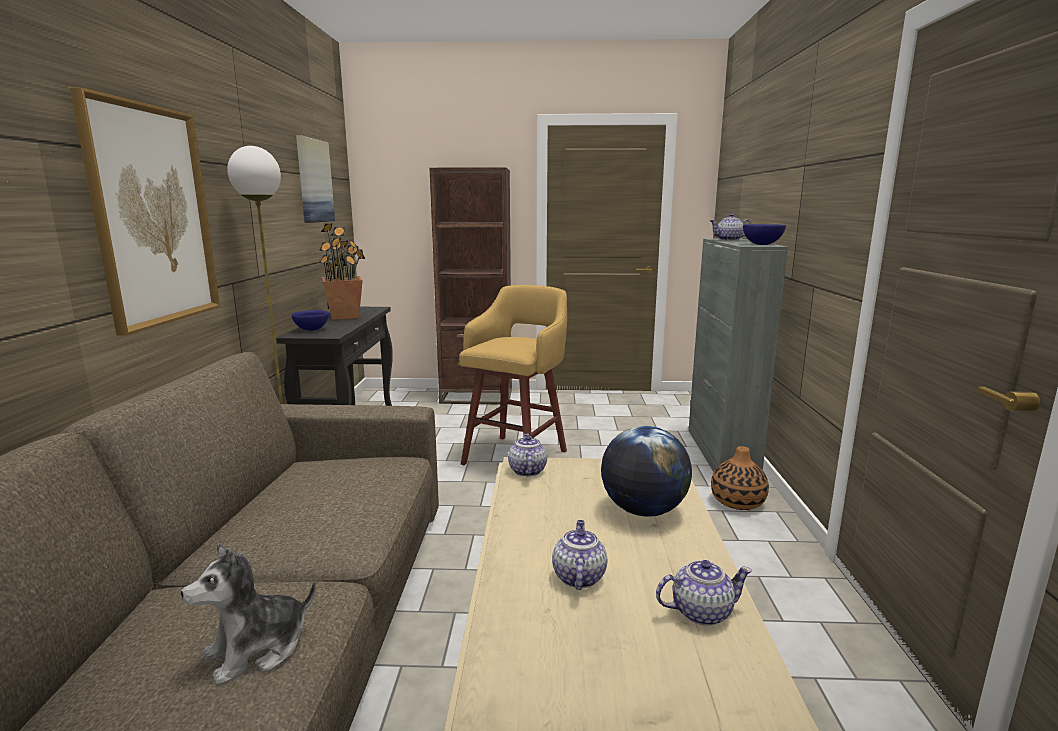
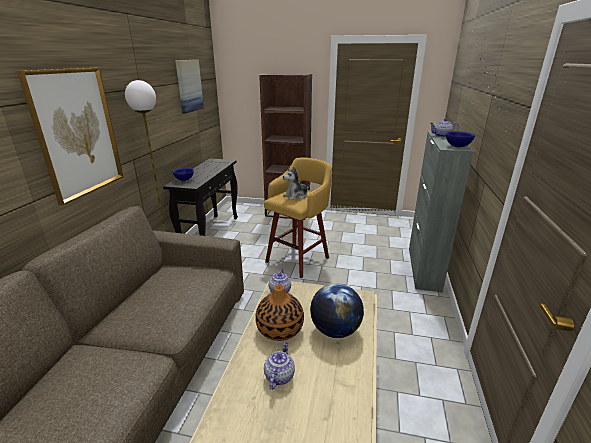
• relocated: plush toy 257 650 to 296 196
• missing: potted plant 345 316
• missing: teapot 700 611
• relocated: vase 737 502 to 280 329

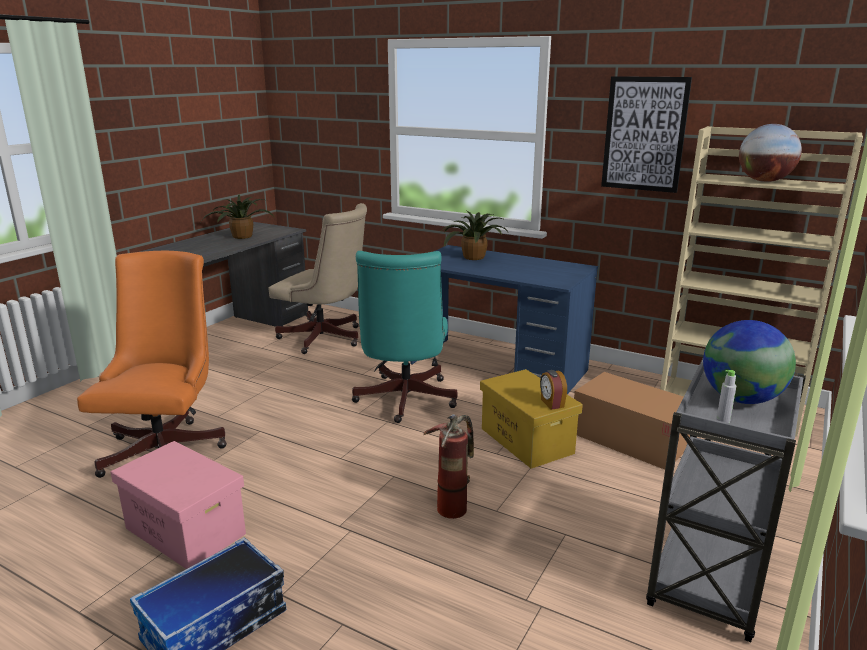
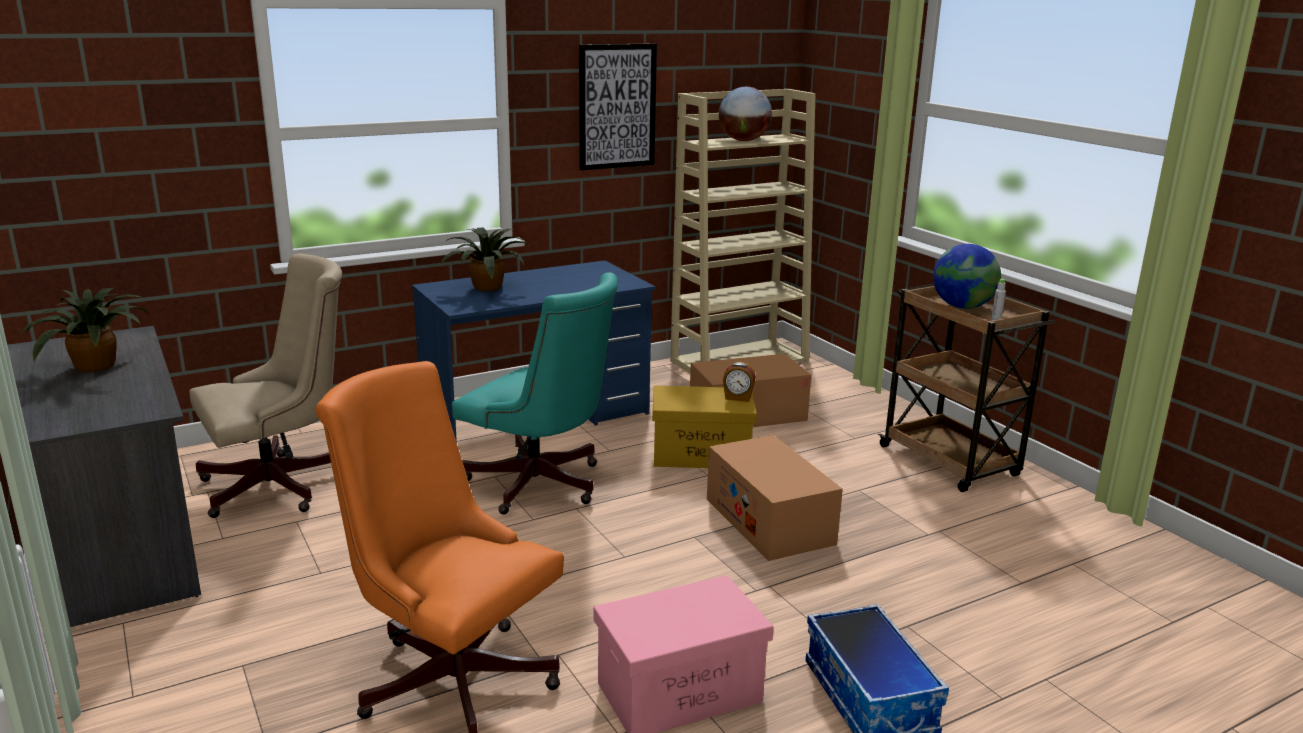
• exchanged: fire extinguisher 453 502 to cardboard box 769 521
• colour: grey cart 709 580 to brown cart 950 462

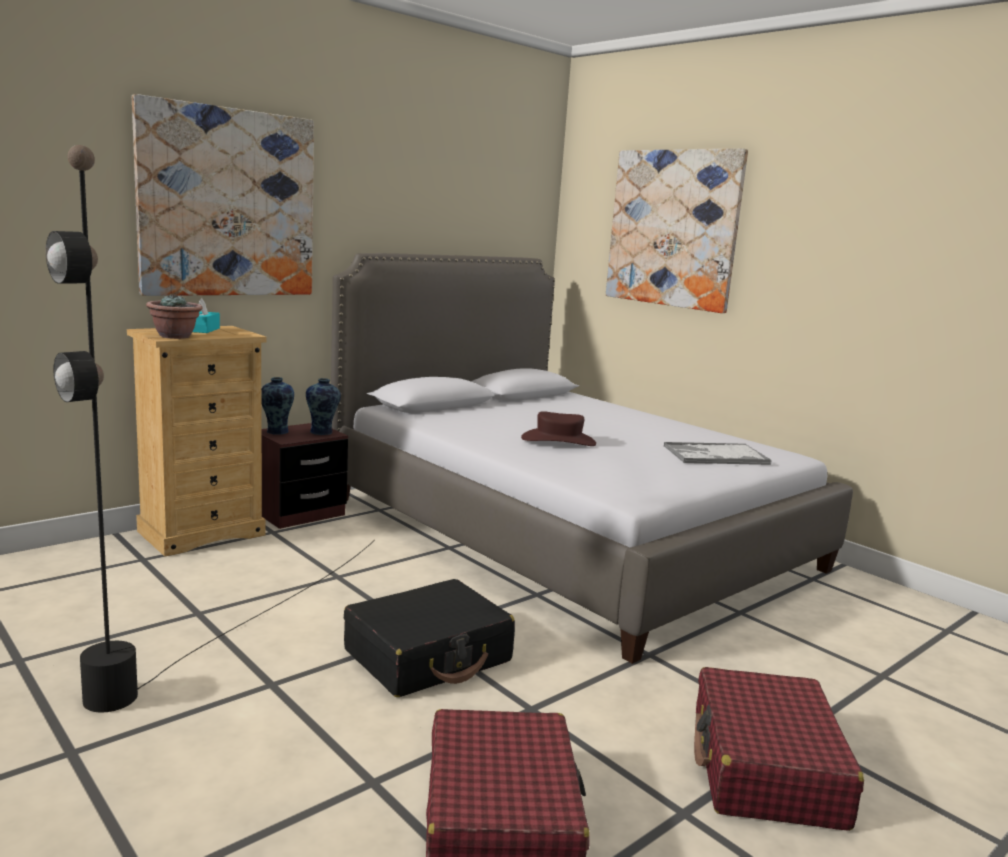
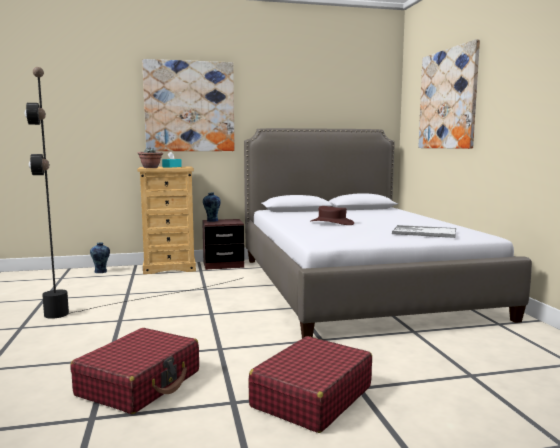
• relocated: vase 322 432 to 101 272
• missing: black suitcase 428 656

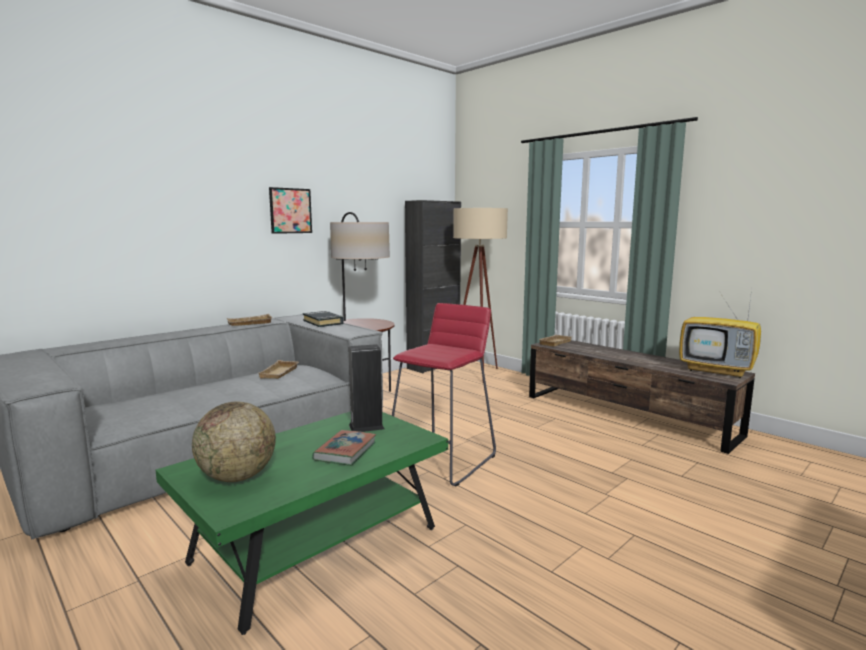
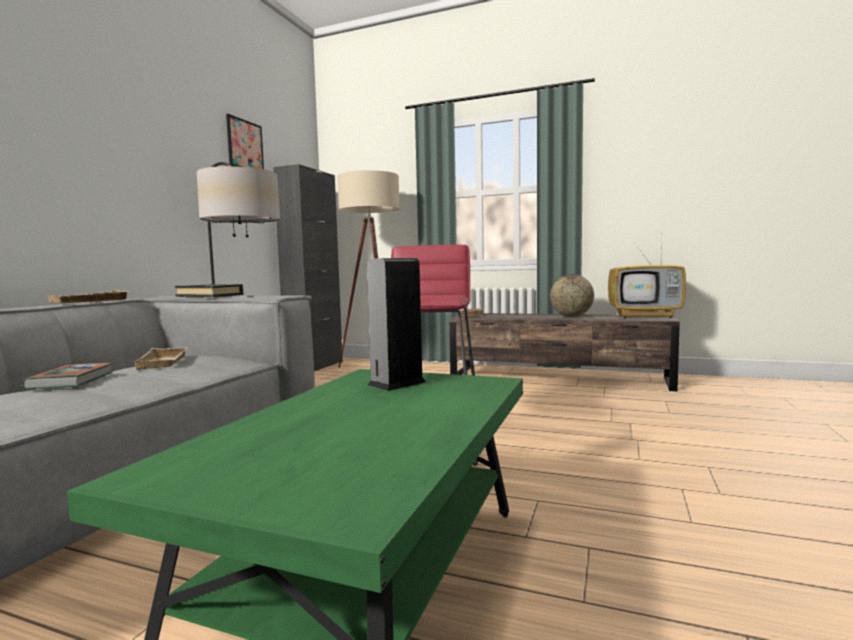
• relocated: globe 237 477 to 571 316
• relocated: picture 290 210 to 245 145
• relocated: book 345 451 to 71 381

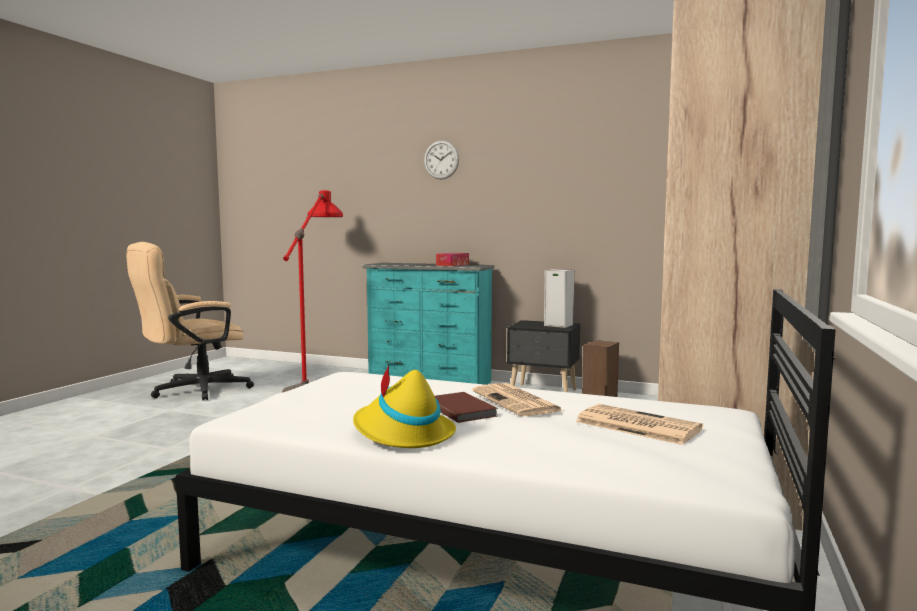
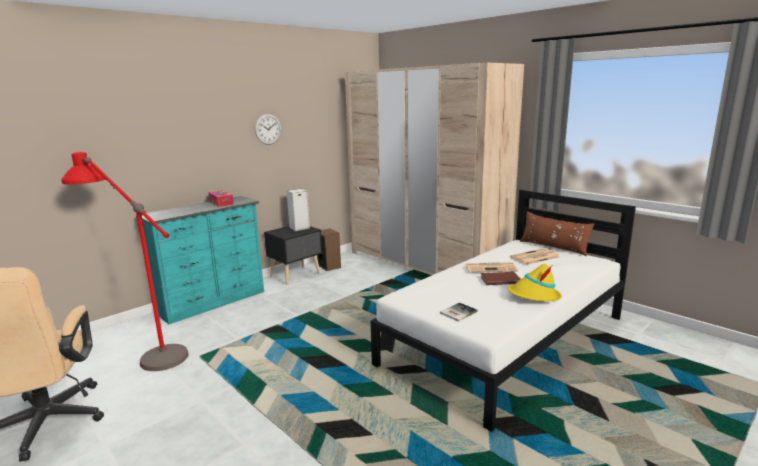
• relocated: wall clock 441 160 to 268 129
• appeared: book 457 312
• appeared: brown pillow 553 247

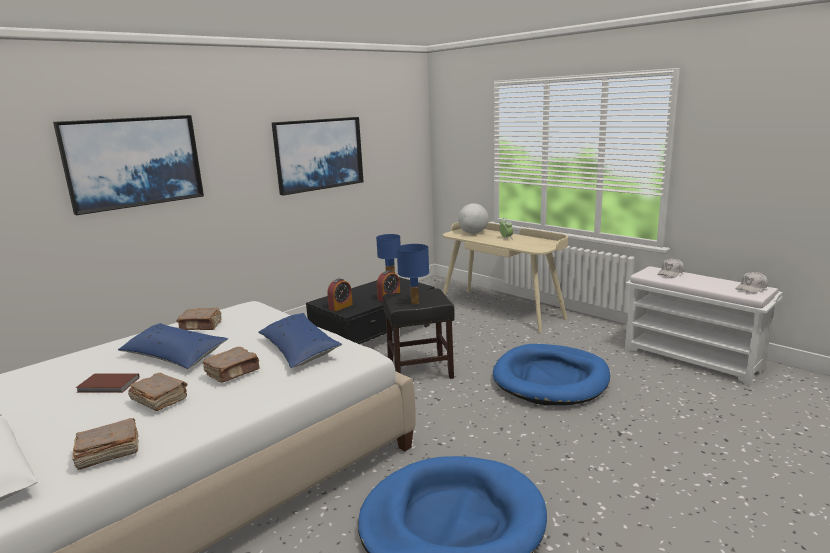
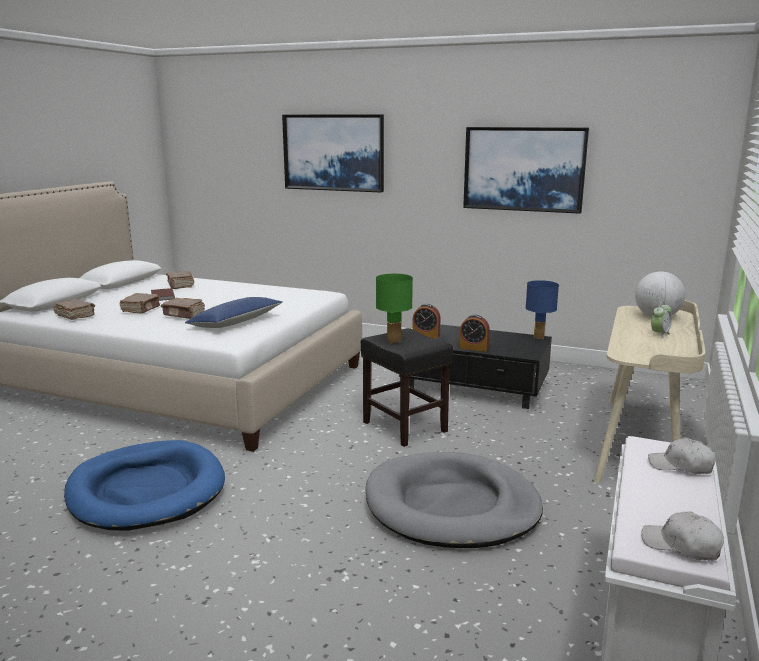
• missing: blue pillow 174 356
• relocated: brown book 201 326 to 180 285
• colour: blue table lamp 414 302 to green table lamp 394 341
• colour: blue dog bed 551 379 to grey dog bed 451 506

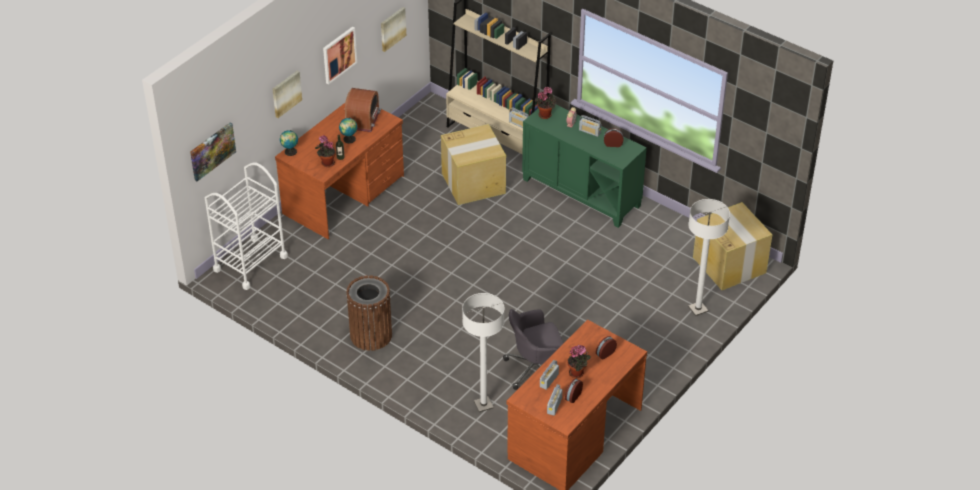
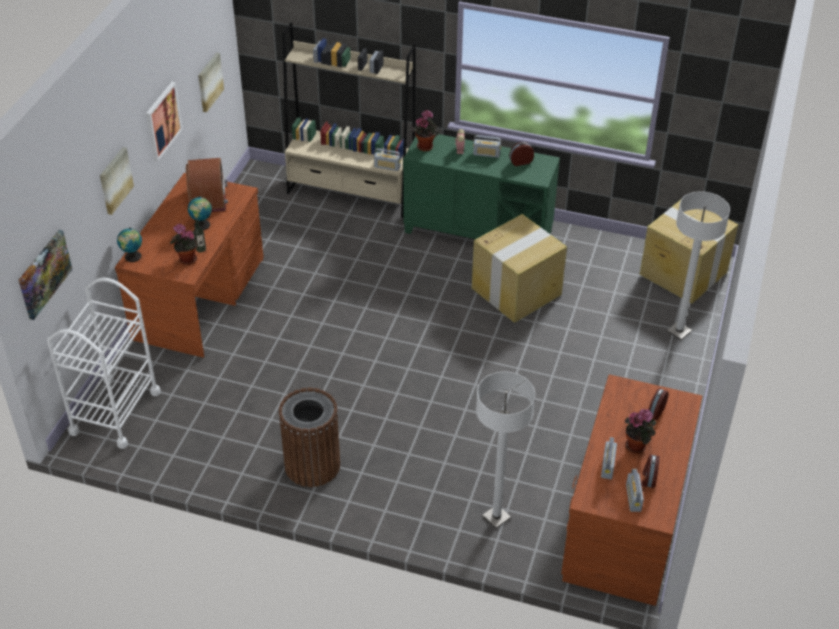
• relocated: cardboard box 474 183 to 517 291
• missing: grey office chair 536 369

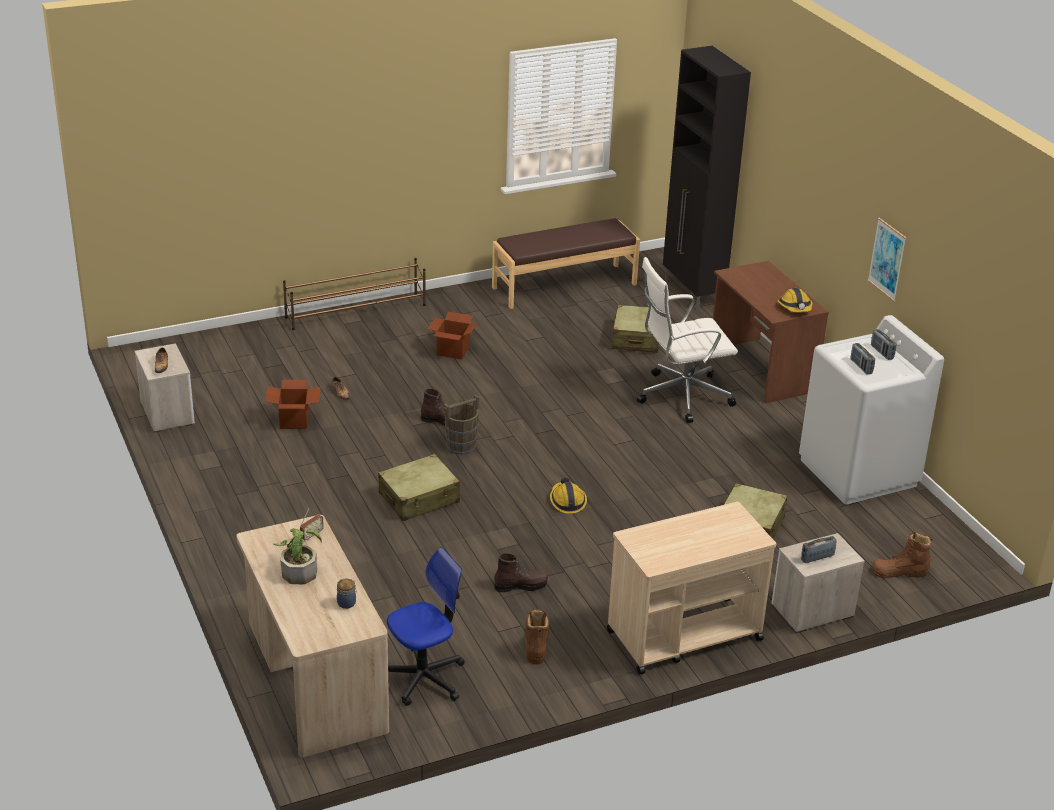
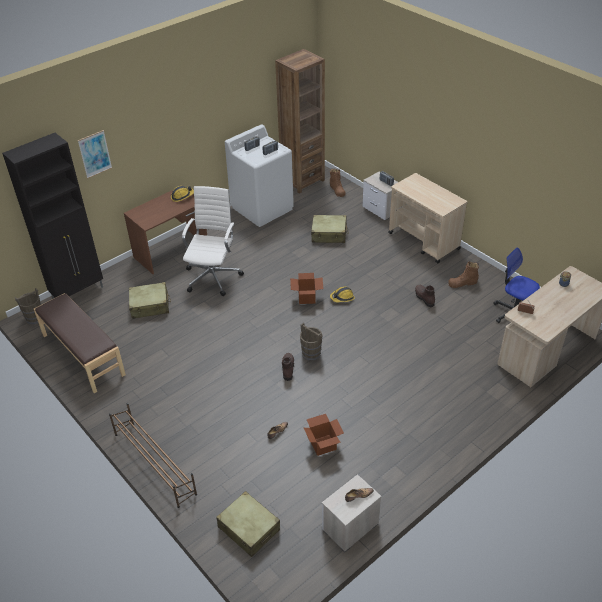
• missing: potted plant 299 570
• relocated: beige suitcase 419 498 to 249 528
• relocated: cardboard box 453 351 to 306 298
• spun: white office chair 681 396 = 213 276 135 degrees counterclockwise
• relocated: picture 887 259 to 95 154
• appeared: brown bucket 34 318
• appeared: brown bookcase 302 181

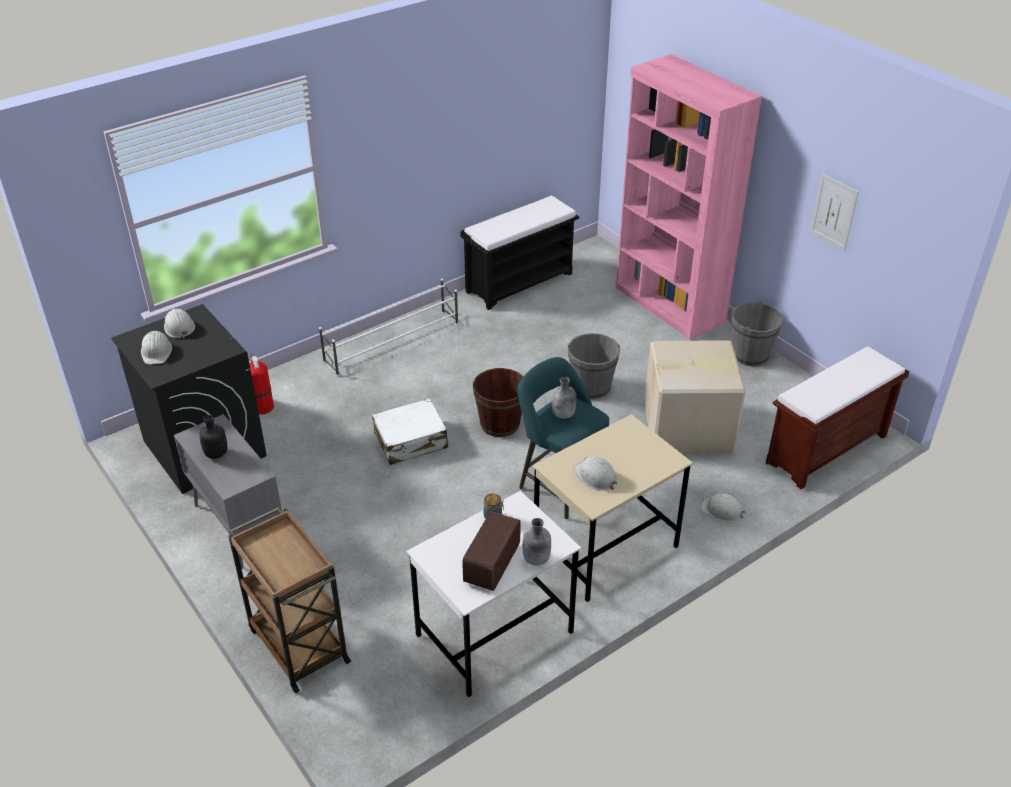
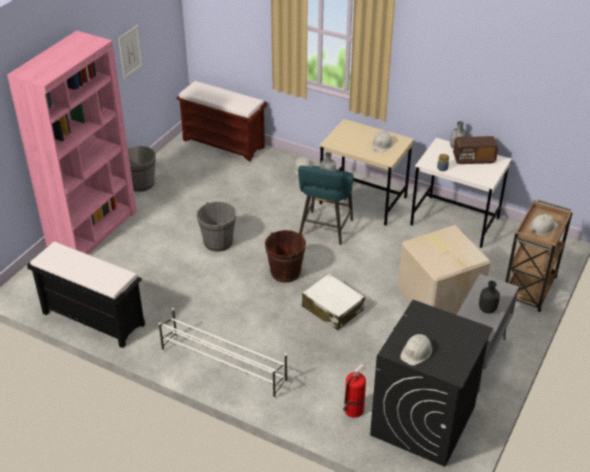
• relocated: white hard hat 156 351 to 542 227
• relocated: cardboard box 689 428 to 439 297

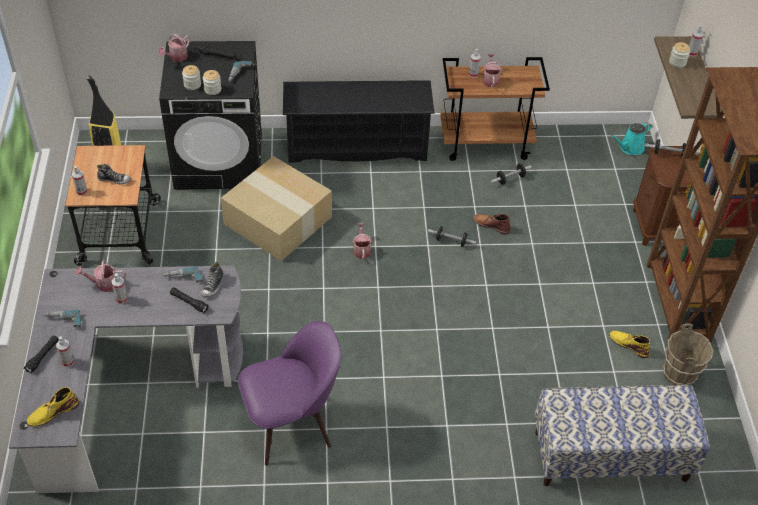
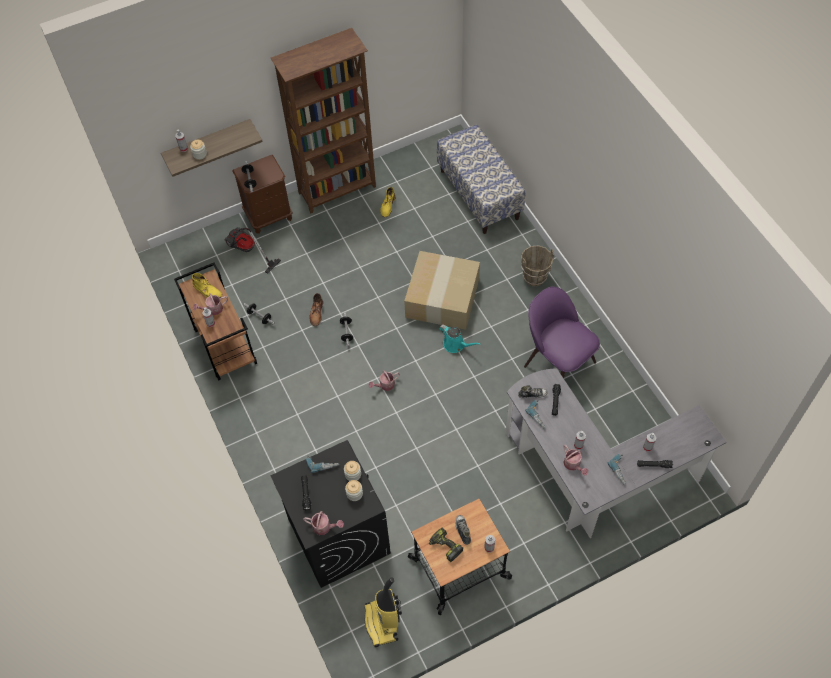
• relocated: yellow boot 52 412 to 207 290
• relocated: cardboard box 279 220 to 441 297
• missing: black shoe rack 357 146
• relocated: turquoise watering can 630 148 to 456 344
• relocated: brown bucket 679 375 to 534 277
• appeared: vacuum cleaner 247 251
• appeared: power drill 445 546

